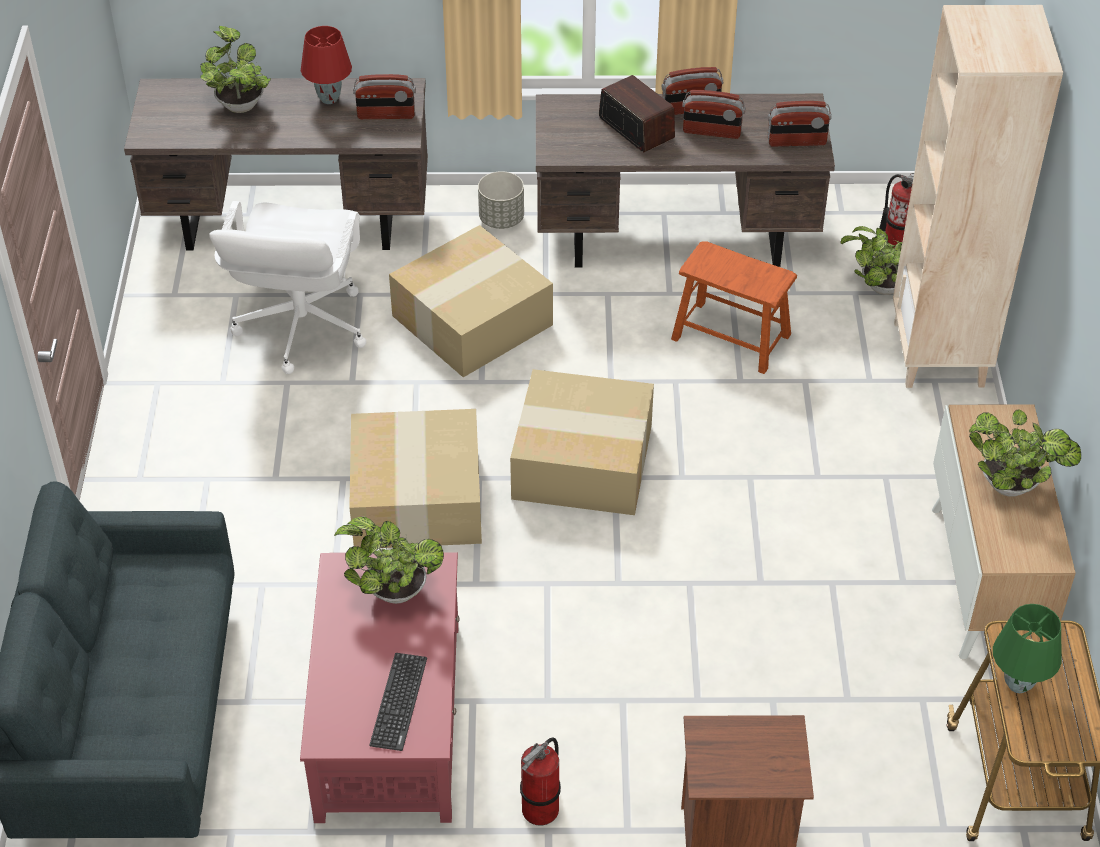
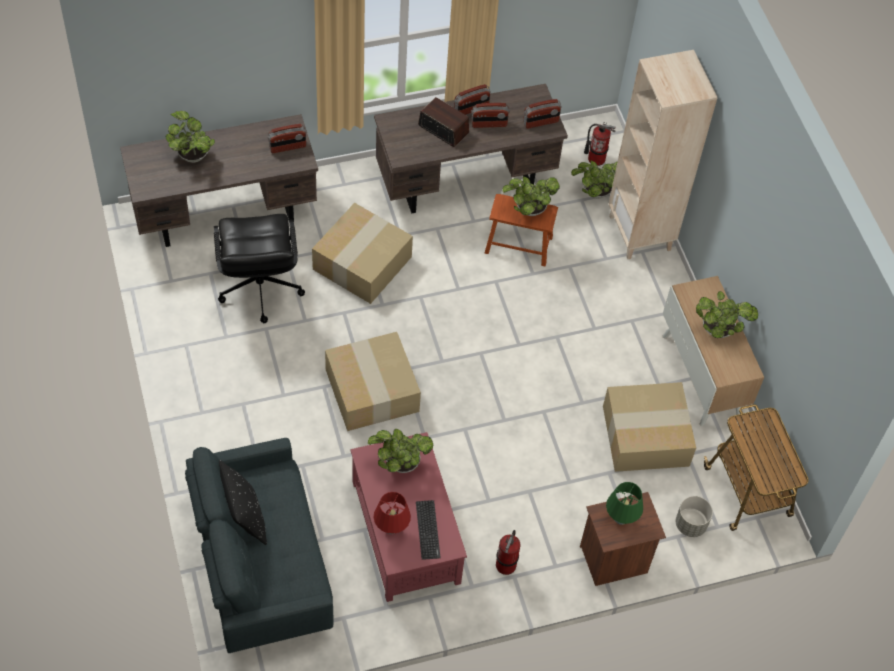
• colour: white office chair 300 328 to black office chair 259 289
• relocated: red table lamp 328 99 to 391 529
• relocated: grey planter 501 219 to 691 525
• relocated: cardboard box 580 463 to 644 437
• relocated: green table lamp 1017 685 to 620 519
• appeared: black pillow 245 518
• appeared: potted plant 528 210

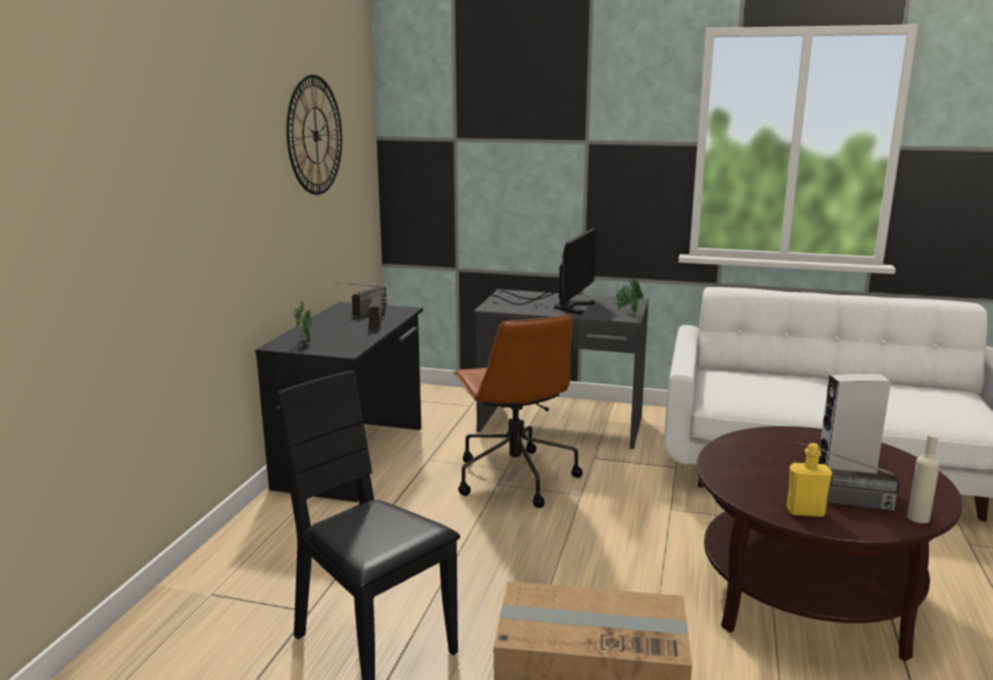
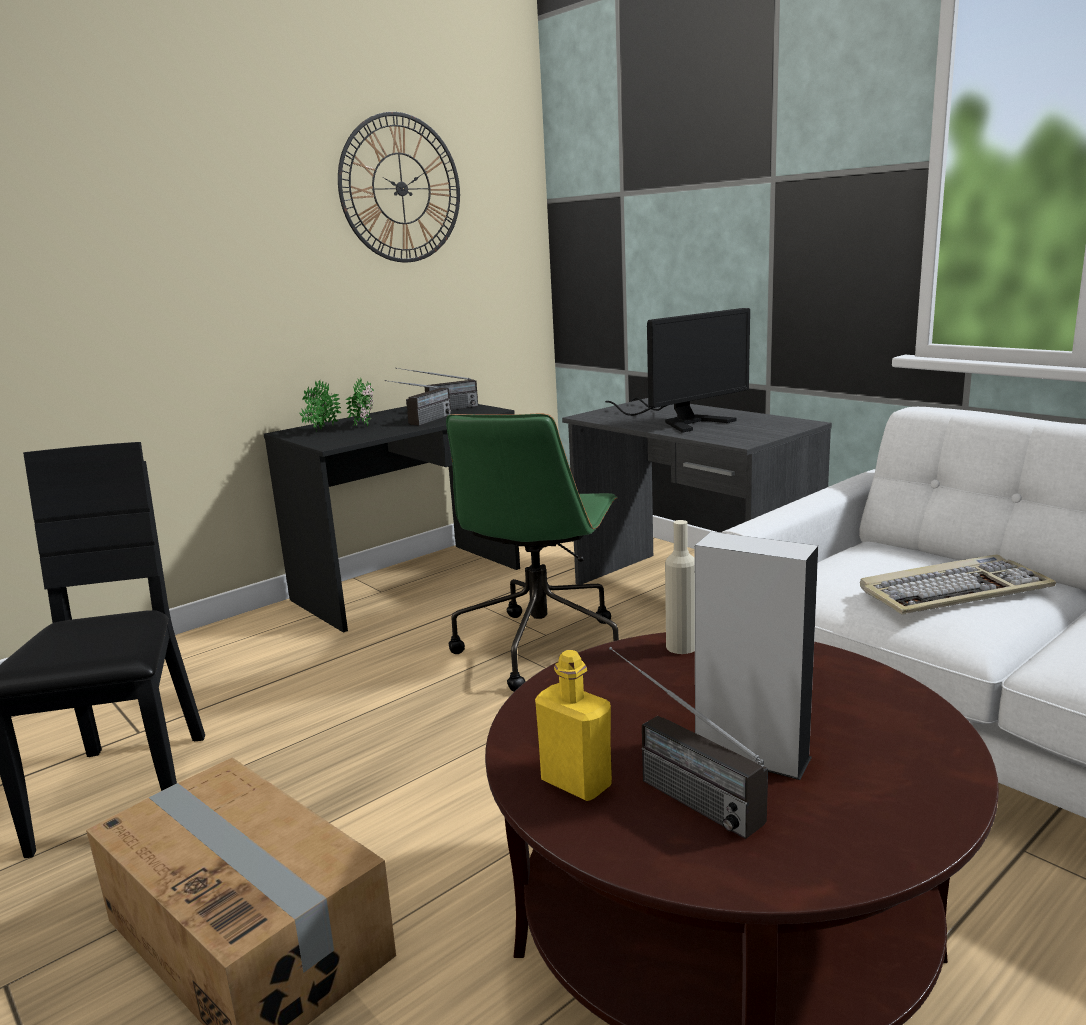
• colour: brown office chair 514 477 to green office chair 541 646
• relocated: potted plant 628 312 to 366 425
• relocated: beige bottle 918 518 to 681 647
• appeared: keyboard 953 591

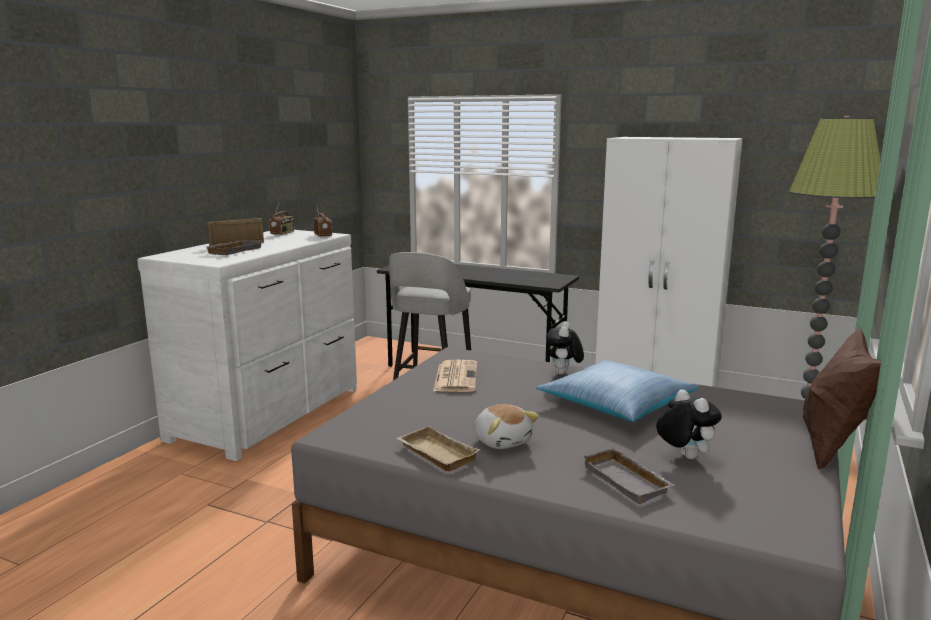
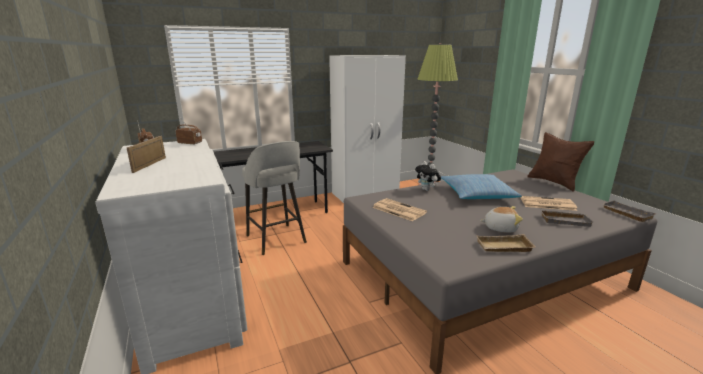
• relocated: grey tray 234 250 to 625 213
• exchanged: plush toy 684 456 to newspaper 546 204

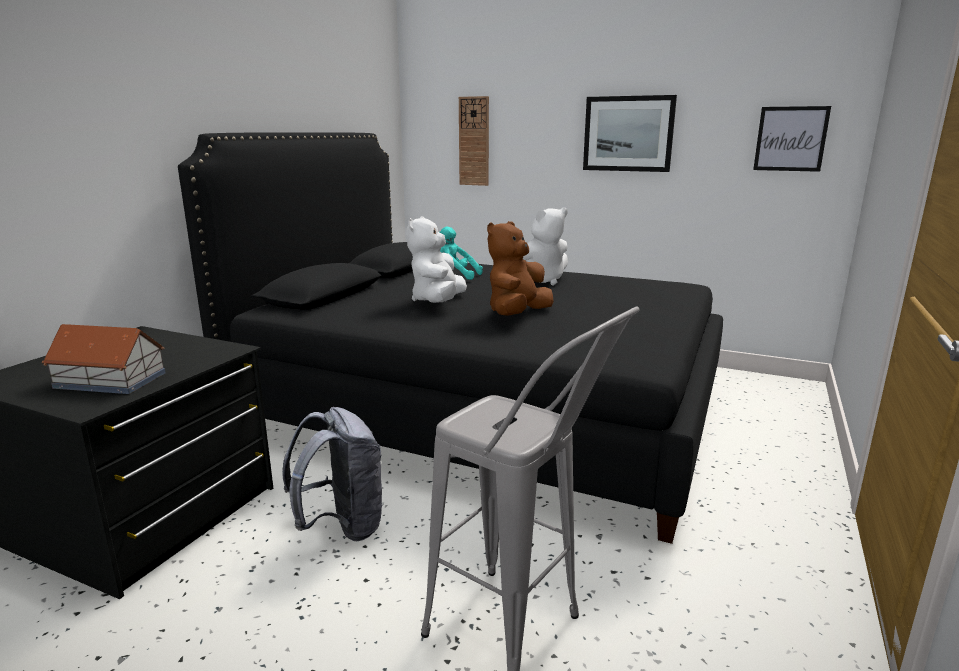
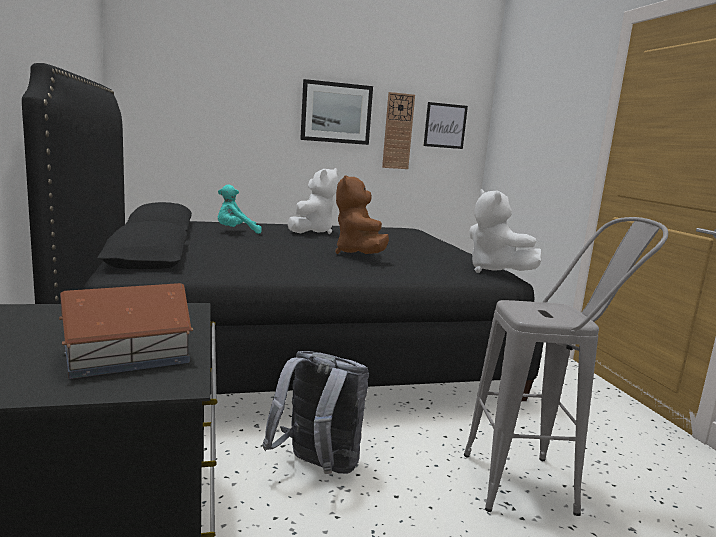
• relocated: white plush toy 438 302 to 494 271
• relocated: wall clock 474 141 to 398 131

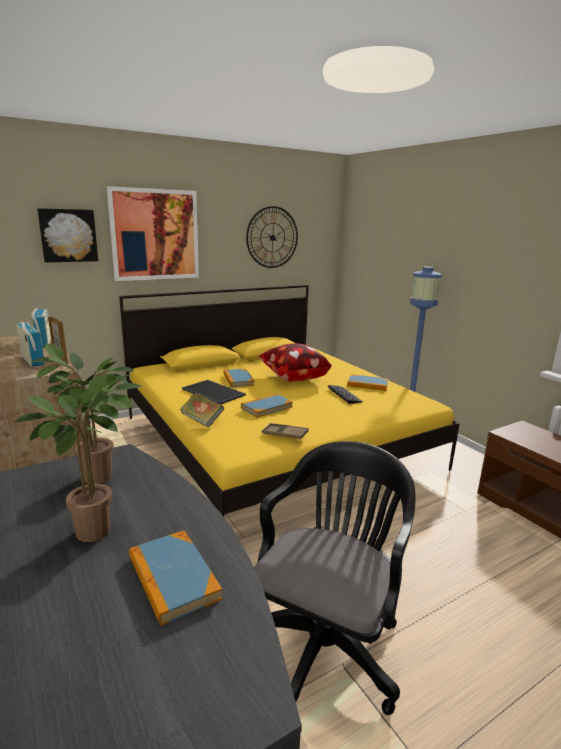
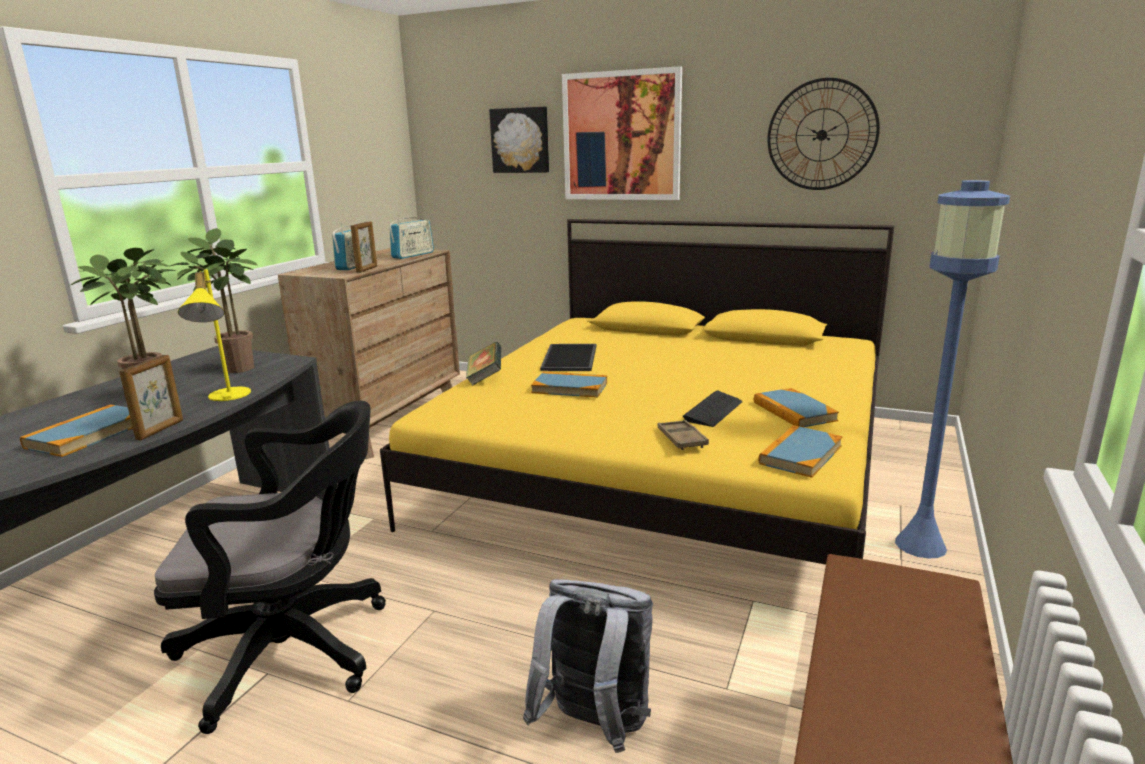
• relocated: book 238 379 to 800 454
• missing: pillow 293 377
• relocated: brown tray 284 434 to 681 439
• appeared: picture frame 161 430
• appeared: yellow table lamp 225 397
• appeared: grey backpack 594 727

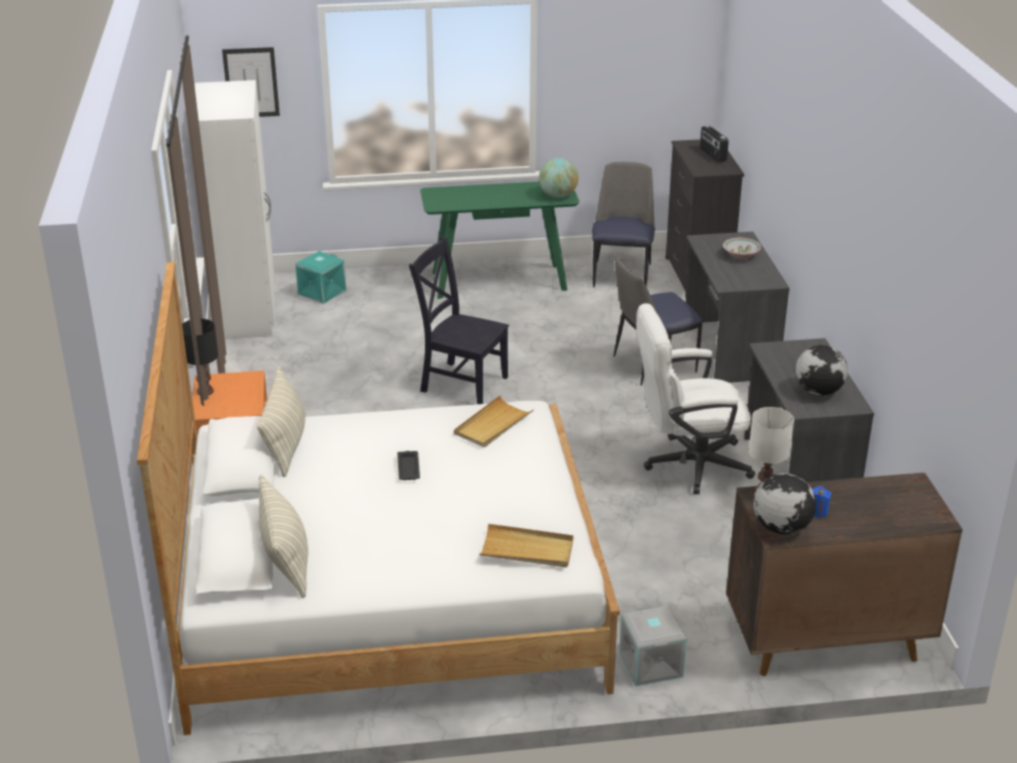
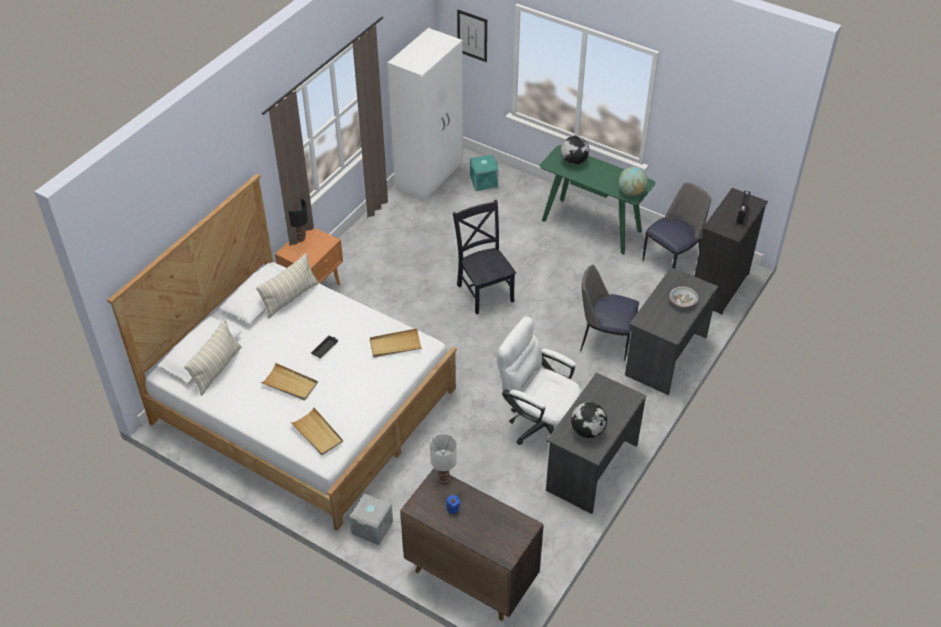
• relocated: globe 781 527 to 574 161
• appeared: beige tray 290 384

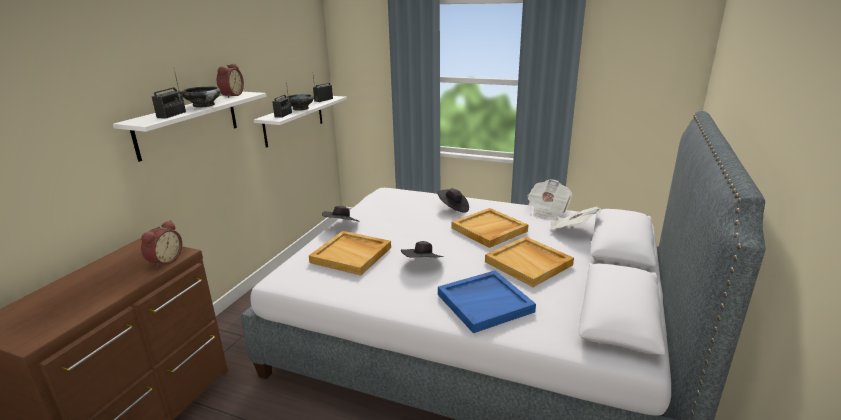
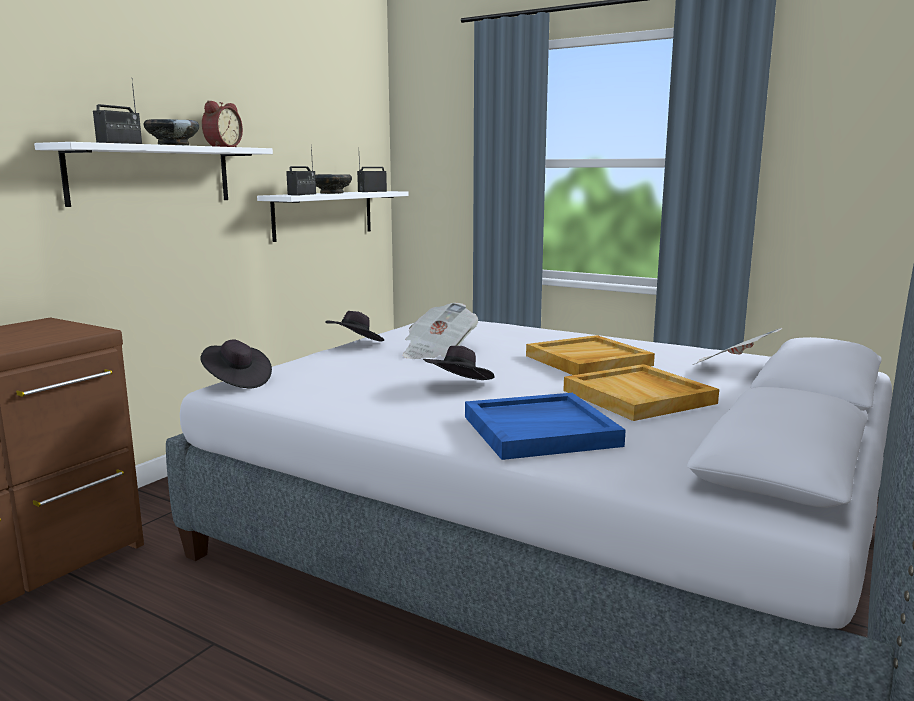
• missing: alarm clock 164 261
• missing: beige tray 352 255
• relocated: black hat 453 208 to 237 381
• relocated: newspaper 547 211 to 437 352

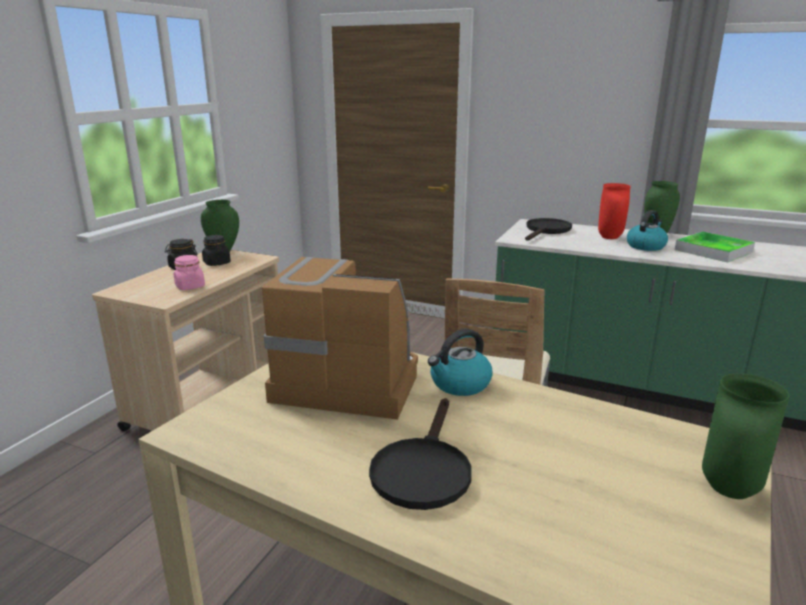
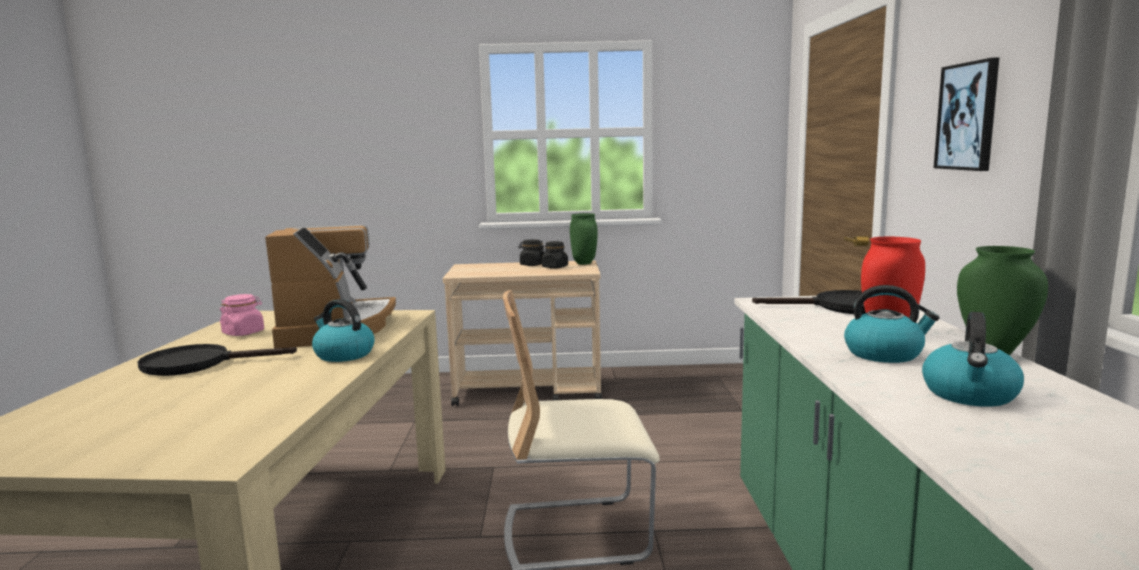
• relocated: pink jar 190 286 to 243 333
• exchanged: tray 713 251 to kettle 970 395
• missing: green vase 730 490
• appeared: picture 968 116

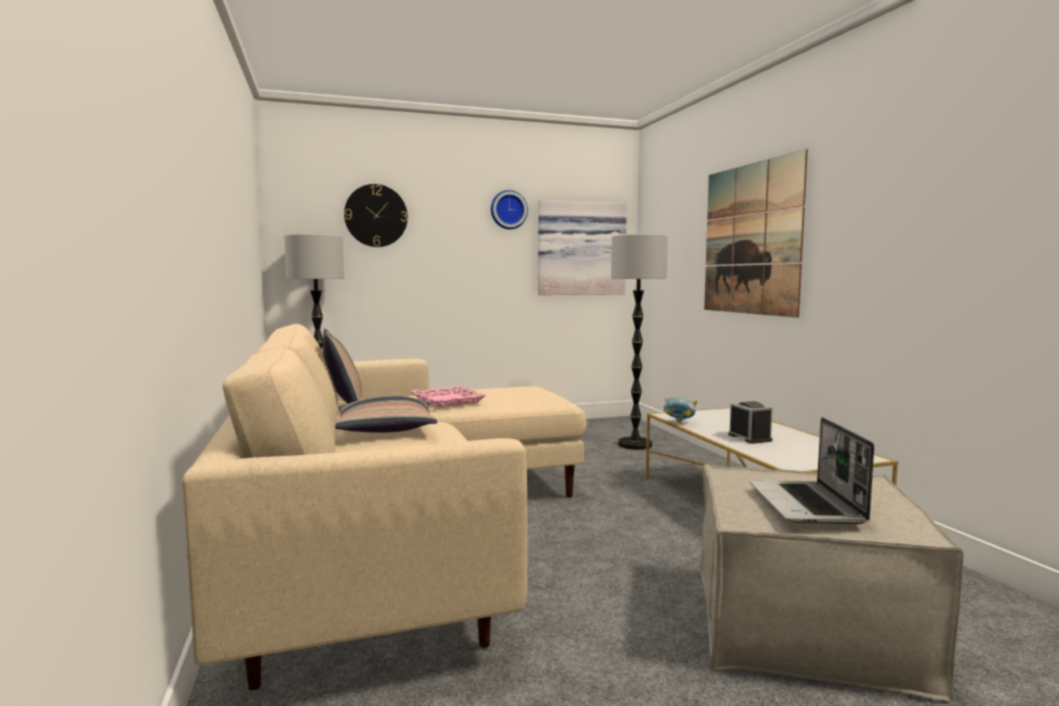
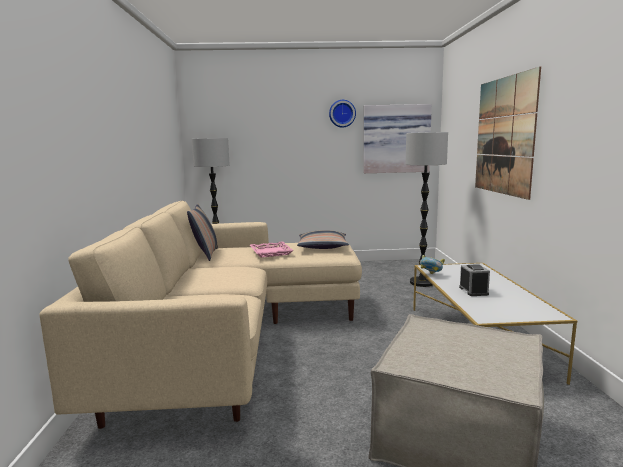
• relocated: pillow 385 428 to 322 247
• missing: wall clock 376 215
• missing: laptop 807 505

